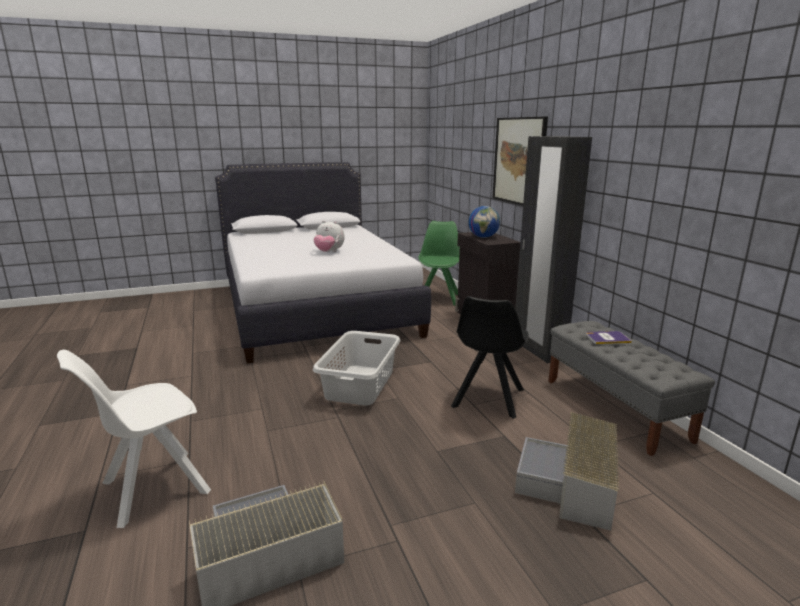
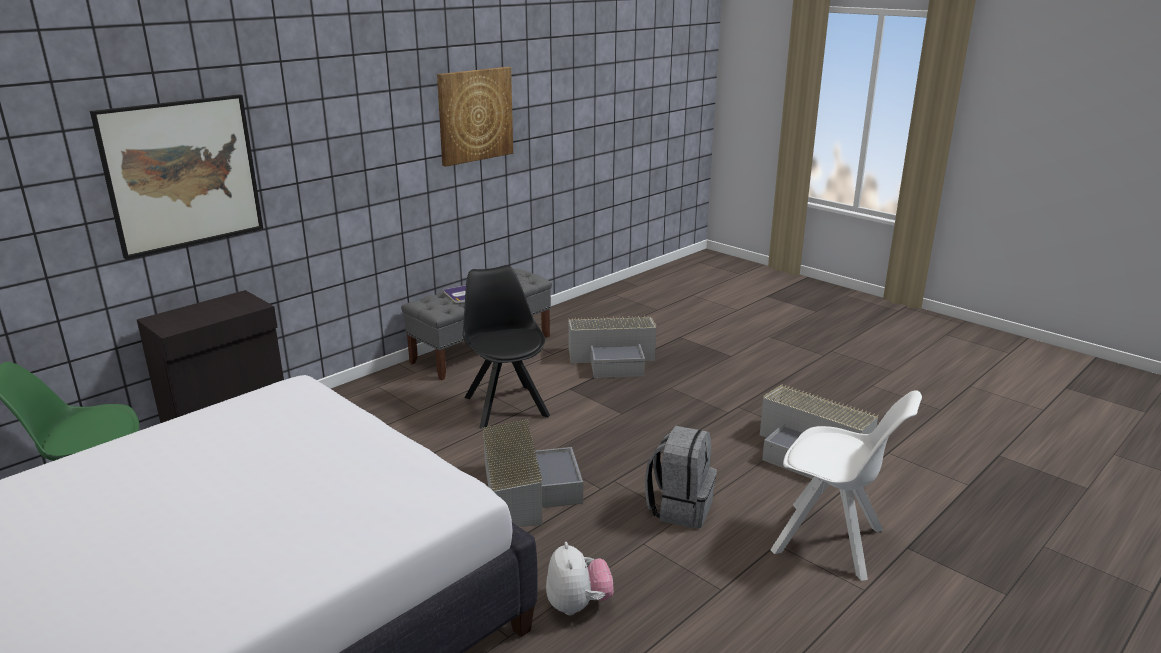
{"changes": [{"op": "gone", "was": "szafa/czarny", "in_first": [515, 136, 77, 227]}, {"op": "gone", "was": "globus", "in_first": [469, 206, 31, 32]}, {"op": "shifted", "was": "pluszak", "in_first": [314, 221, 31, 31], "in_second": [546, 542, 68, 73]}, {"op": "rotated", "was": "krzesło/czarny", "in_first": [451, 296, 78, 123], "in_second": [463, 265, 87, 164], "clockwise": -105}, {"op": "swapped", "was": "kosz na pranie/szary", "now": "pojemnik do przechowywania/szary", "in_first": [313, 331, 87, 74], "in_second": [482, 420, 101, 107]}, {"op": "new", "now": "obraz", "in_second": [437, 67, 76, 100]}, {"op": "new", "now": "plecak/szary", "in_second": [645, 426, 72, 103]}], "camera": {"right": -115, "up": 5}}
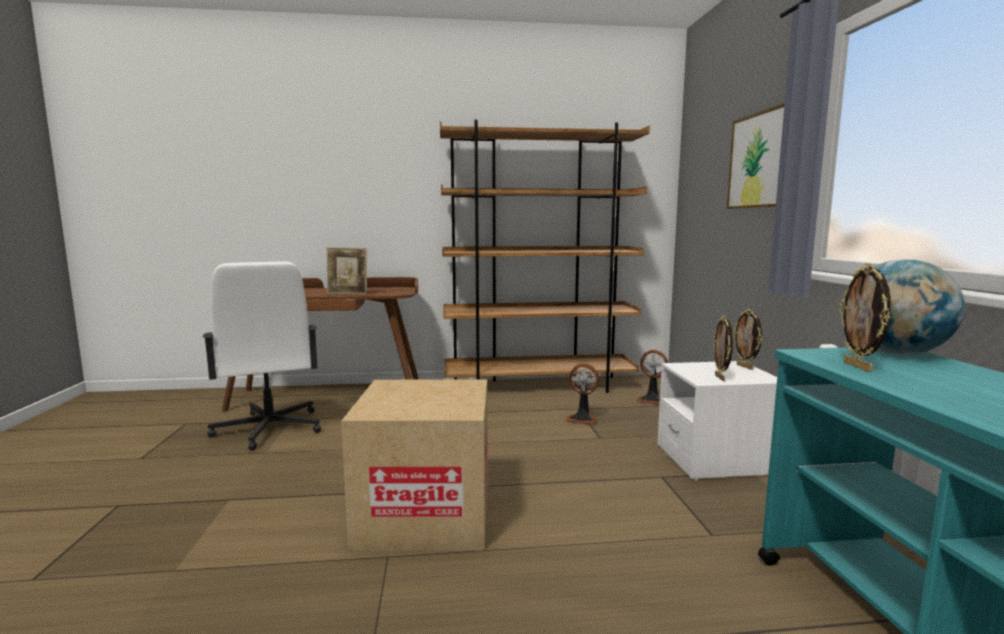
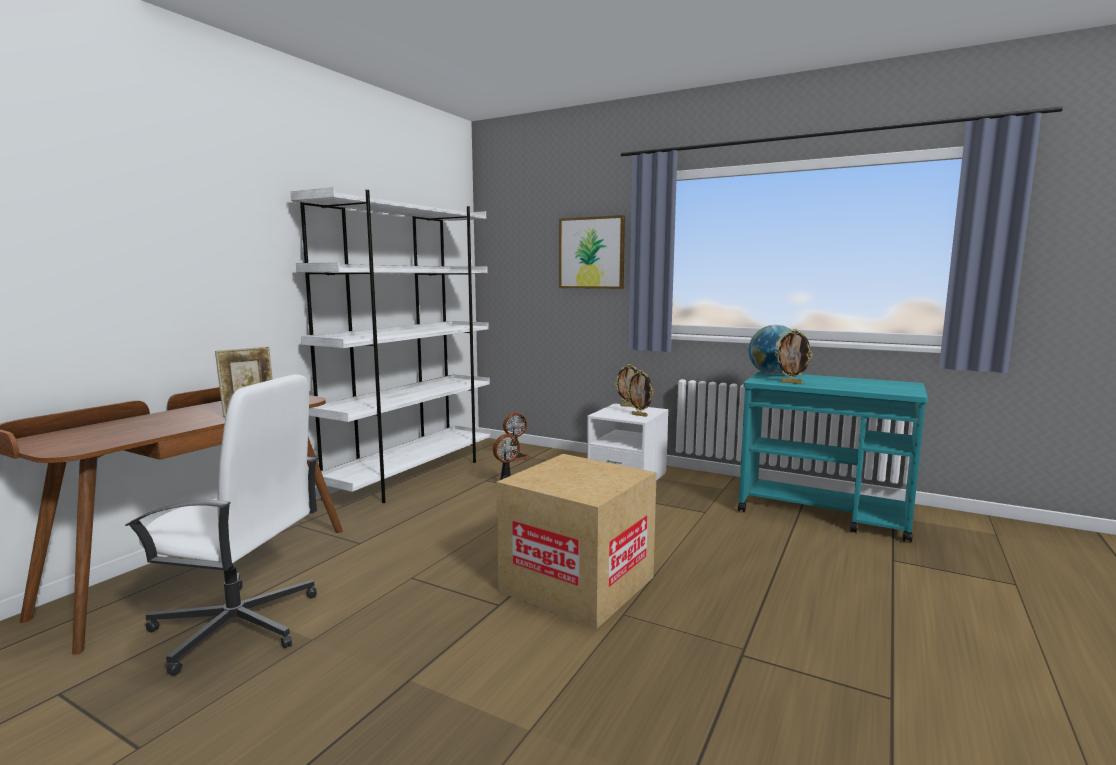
{"changes": [{"op": "repainted", "was": "regał/brązowy", "now": "regał/biały", "in_first": [440, 120, 210, 273], "in_second": [290, 187, 201, 316]}], "camera": {"right": -55, "up": 0}}
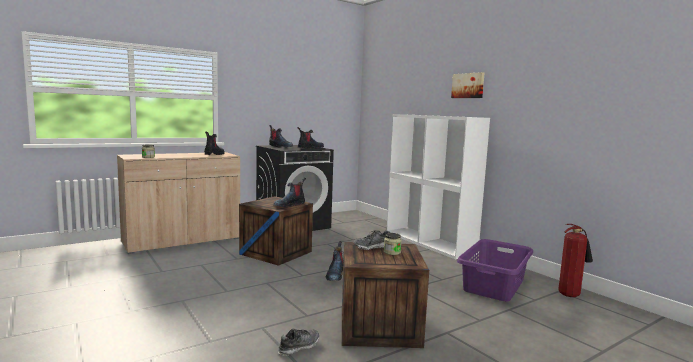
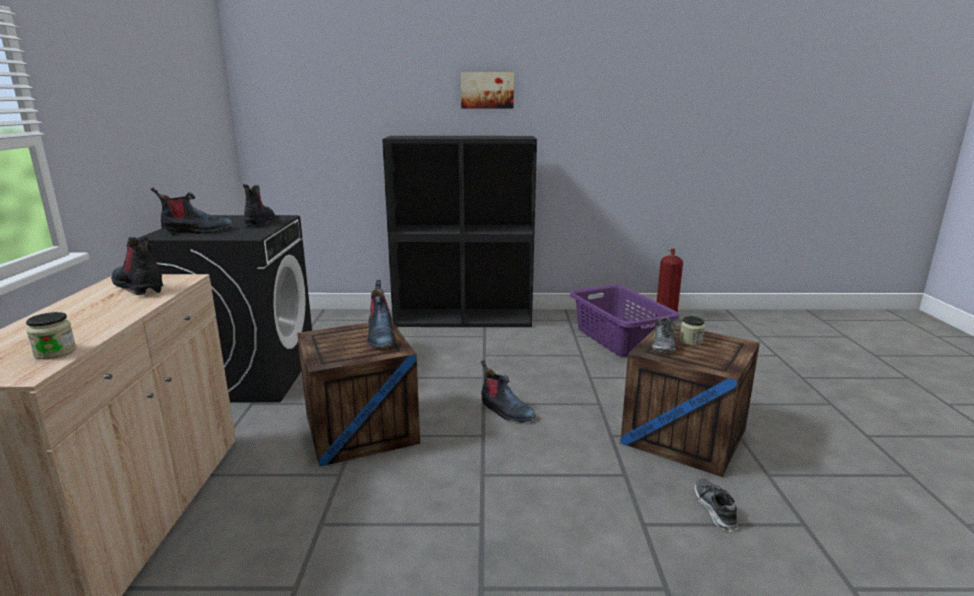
{"changes": [{"op": "repainted", "was": "regał/biały", "now": "regał/czarny", "in_first": [387, 114, 103, 146], "in_second": [382, 136, 155, 191]}], "camera": {"right": -55, "up": 10}}
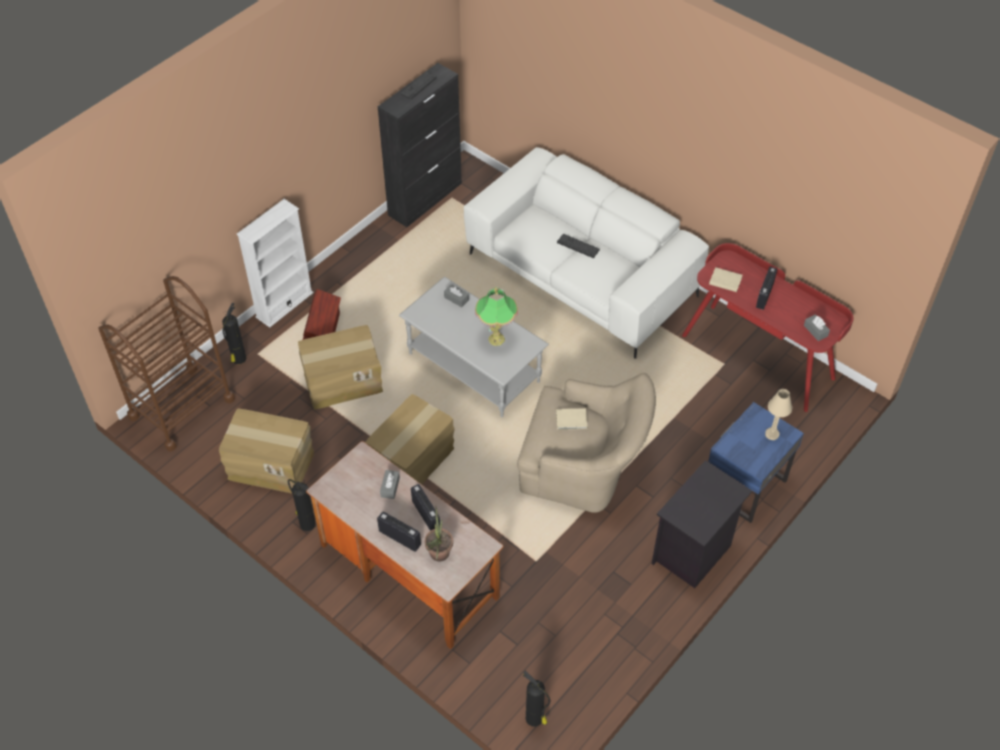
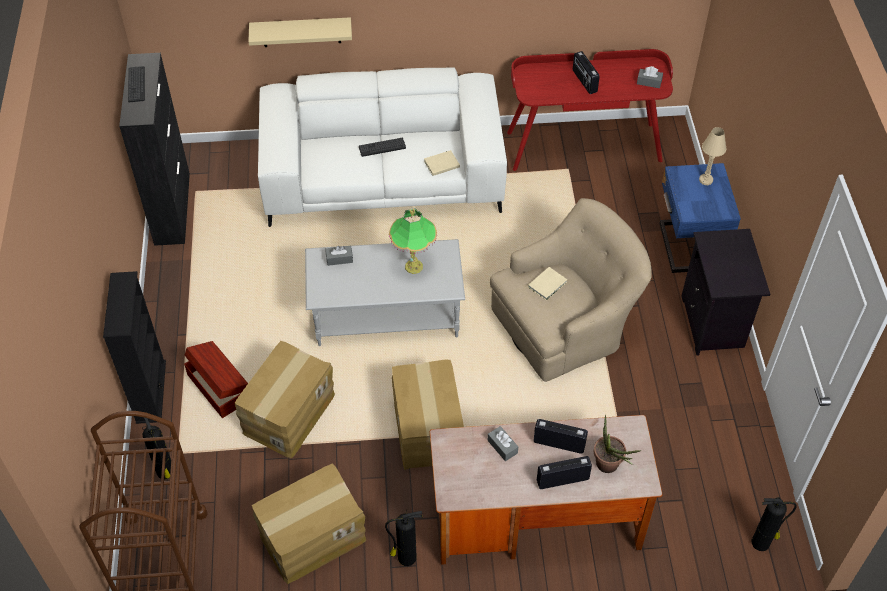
{"changes": [{"op": "repainted", "was": "regał/biały", "now": "regał/czarny", "in_first": [237, 199, 76, 129], "in_second": [103, 271, 63, 153]}, {"op": "shifted", "was": "książka/beżowy", "in_first": [709, 267, 34, 25], "in_second": [424, 150, 36, 26]}, {"op": "new", "now": "półka/beżowy", "in_second": [248, 17, 104, 30]}], "camera": {"right": -45, "up": 0}}
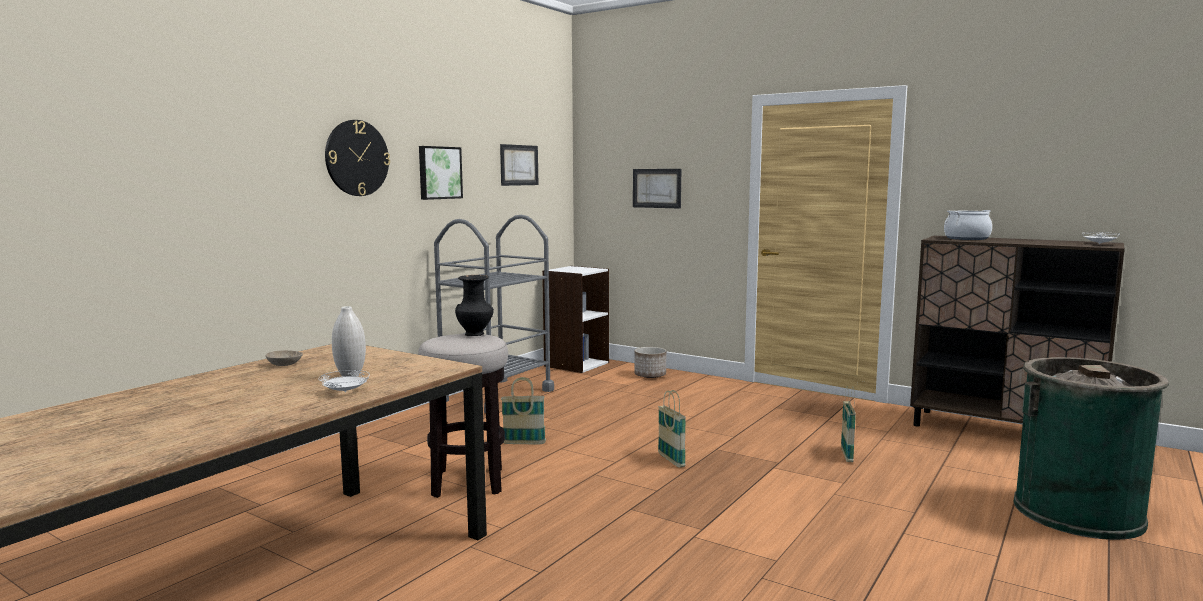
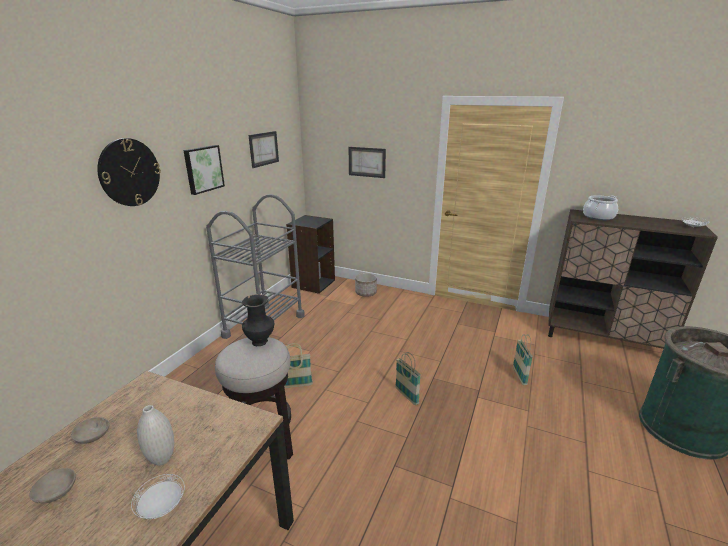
{"changes": [{"op": "repainted", "was": "regał/biały", "now": "regał/czarny", "in_first": [542, 266, 67, 107], "in_second": [286, 215, 49, 79]}, {"op": "new", "now": "miska/beżowy", "in_second": [29, 468, 47, 35]}], "camera": {"right": -10, "up": 15}}
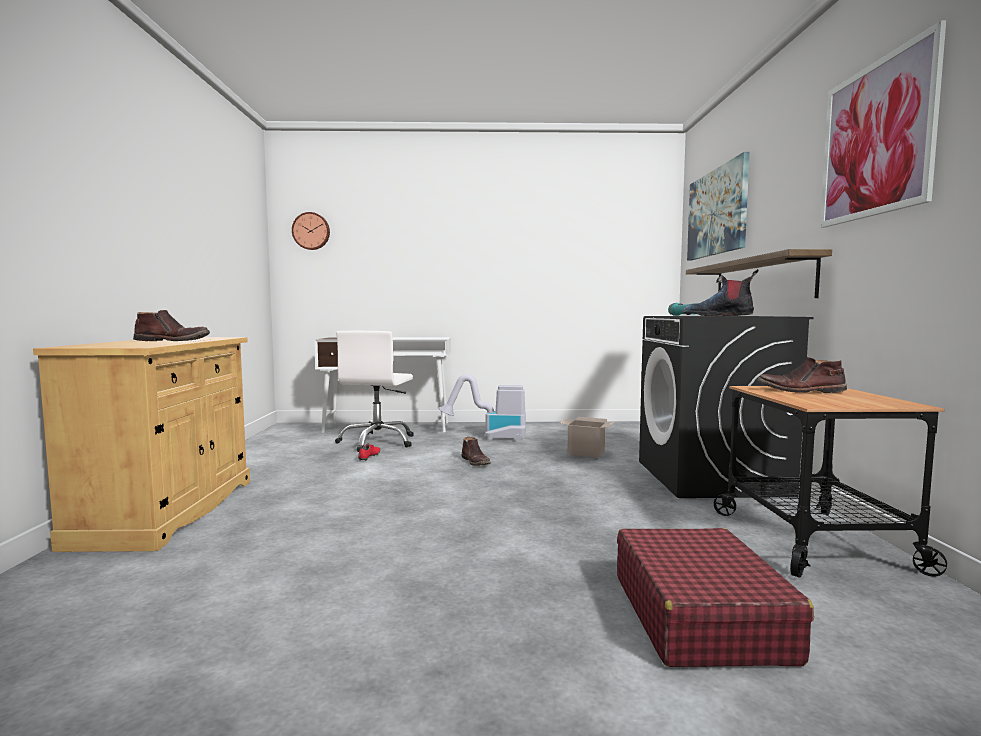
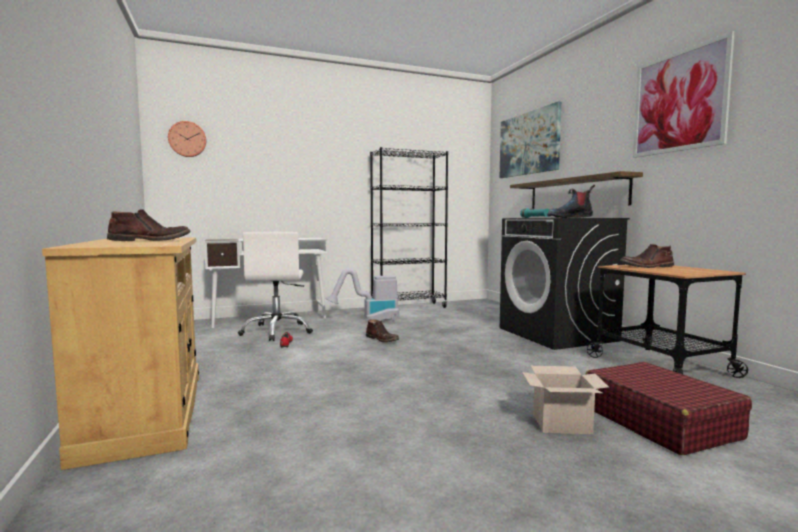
{"changes": [{"op": "shifted", "was": "karton", "in_first": [560, 417, 54, 41], "in_second": [522, 366, 87, 68]}, {"op": "new", "now": "regał/czarny", "in_second": [370, 147, 78, 161]}], "camera": {"right": -20, "up": 0}}
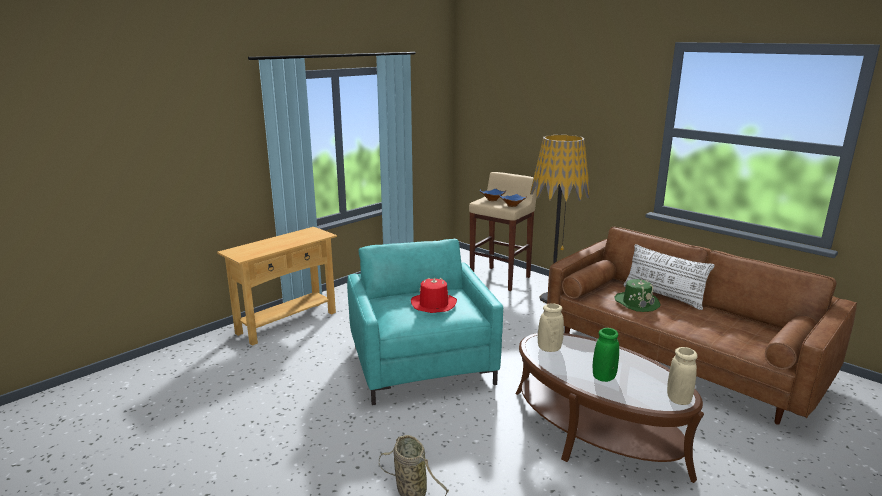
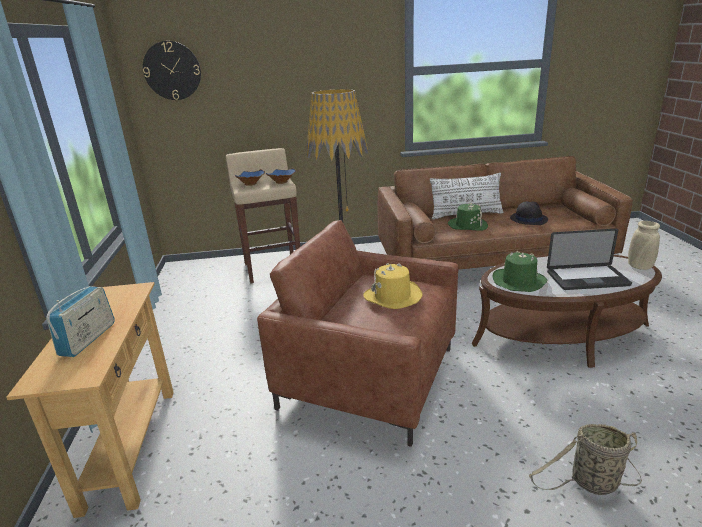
{"changes": [{"op": "repainted", "was": "fotel/turkusowy", "now": "fotel/brązowy", "in_first": [347, 239, 156, 166], "in_second": [257, 220, 201, 227]}, {"op": "repainted", "was": "kapelusz/czerwony", "now": "kapelusz/żółty", "in_first": [411, 278, 46, 35], "in_second": [363, 263, 60, 46]}, {"op": "swapped", "was": "wazon/beżowy", "now": "kapelusz/zielony", "in_first": [538, 303, 26, 49], "in_second": [493, 251, 55, 41]}, {"op": "swapped", "was": "wazon/zielony", "now": "laptop", "in_first": [593, 328, 26, 54], "in_second": [547, 229, 85, 61]}, {"op": "new", "now": "zegar ścienny", "in_second": [143, 41, 58, 59]}, {"op": "new", "now": "kapelusz/czarny", "in_second": [510, 201, 38, 24]}, {"op": "new", "now": "radio", "in_second": [46, 286, 68, 71]}], "camera": {"right": -50, "up": 5}}
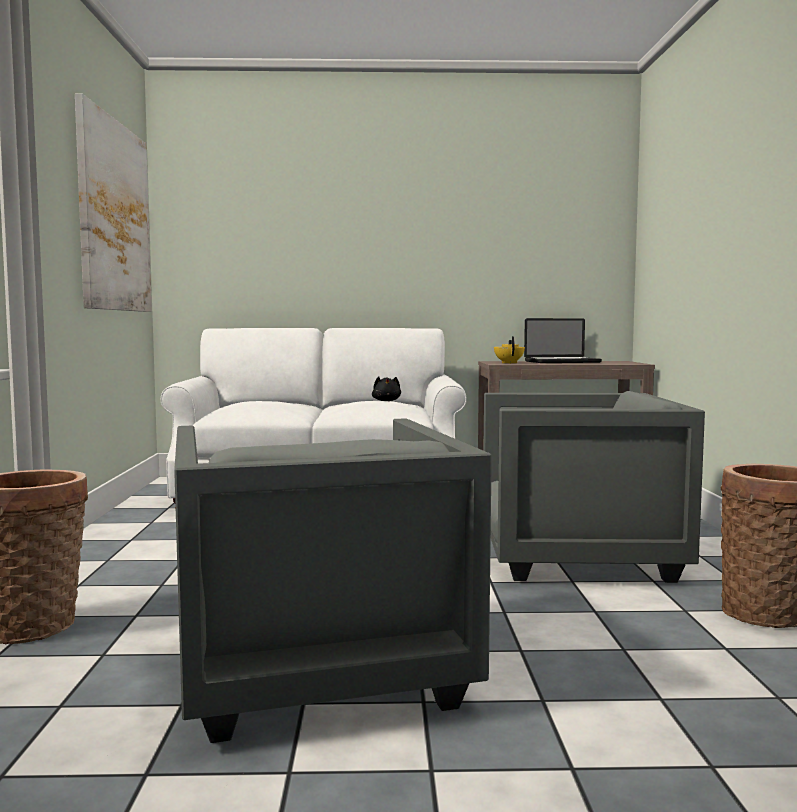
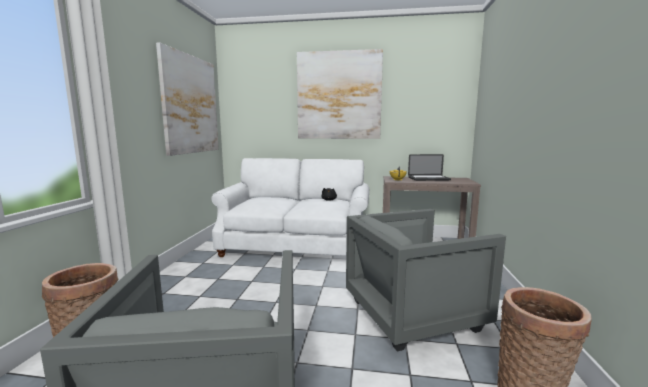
{"changes": [{"op": "rotated", "was": "fotel/szary", "in_first": [483, 391, 222, 192], "in_second": [346, 209, 160, 142], "clockwise": 150}, {"op": "new", "now": "obraz", "in_second": [297, 49, 86, 90]}], "camera": {"right": 10, "up": 5}}
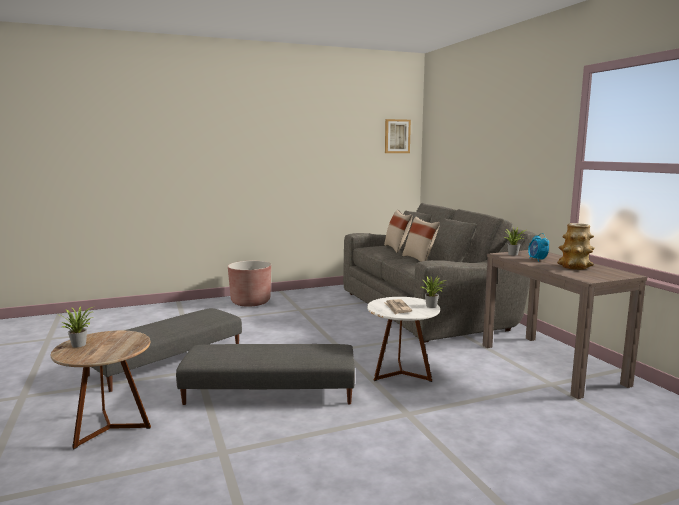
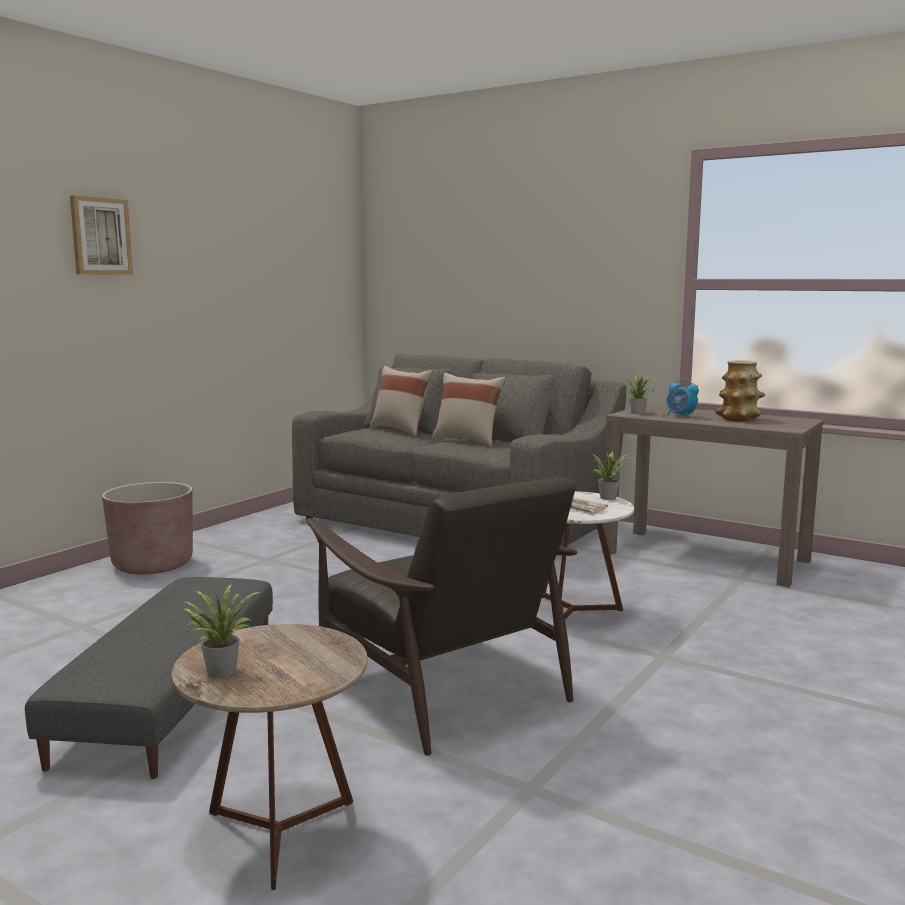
{"changes": [{"op": "shifted", "was": "obraz", "in_first": [385, 119, 26, 34], "in_second": [70, 195, 63, 79]}, {"op": "swapped", "was": "pufa/szary", "now": "fotel/brązowy", "in_first": [176, 344, 179, 61], "in_second": [307, 477, 270, 279]}], "camera": {"right": -35, "up": 0}}
